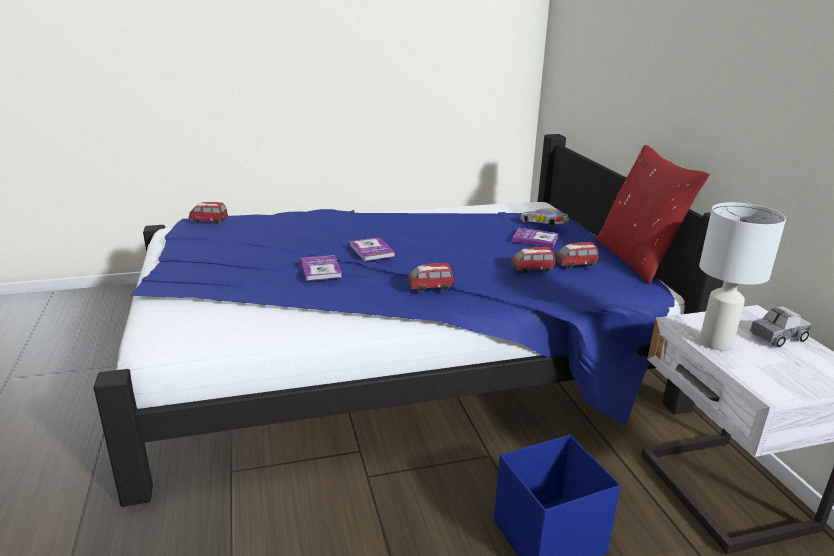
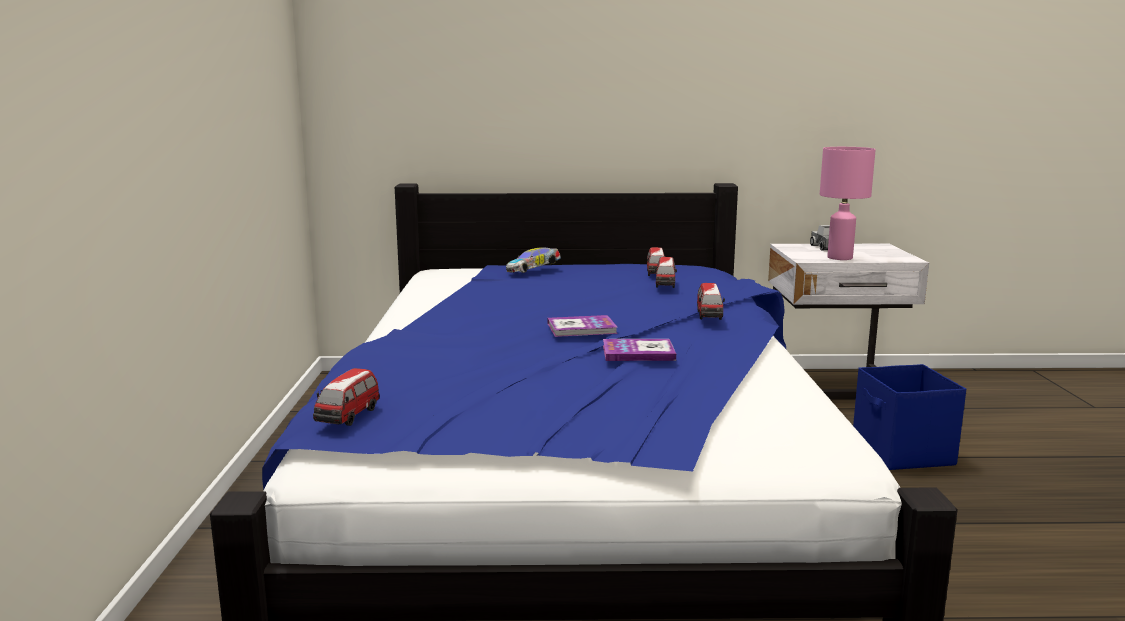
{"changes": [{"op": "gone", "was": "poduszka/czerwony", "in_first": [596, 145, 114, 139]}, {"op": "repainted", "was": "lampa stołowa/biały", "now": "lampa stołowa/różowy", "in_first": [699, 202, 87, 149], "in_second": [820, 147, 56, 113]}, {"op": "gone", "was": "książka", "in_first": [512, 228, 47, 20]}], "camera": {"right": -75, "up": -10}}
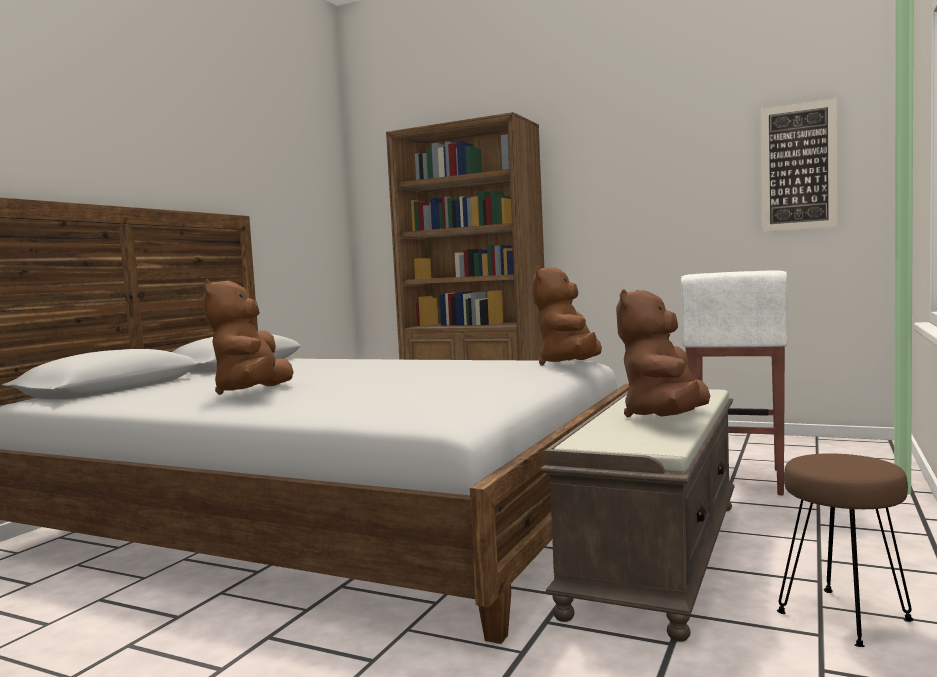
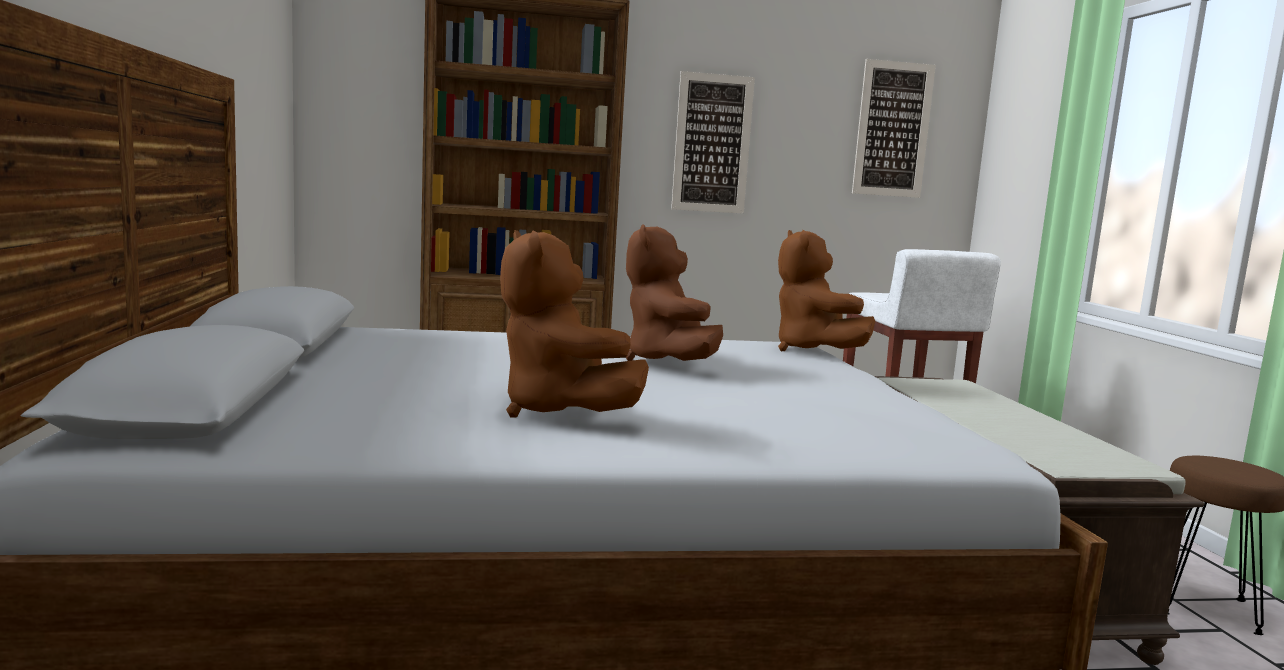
{"changes": [{"op": "shifted", "was": "pluszak/brązowy", "in_first": [616, 289, 94, 129], "in_second": [626, 225, 97, 136]}, {"op": "new", "now": "obraz", "in_second": [671, 71, 84, 143]}], "camera": {"right": -35, "up": 5}}
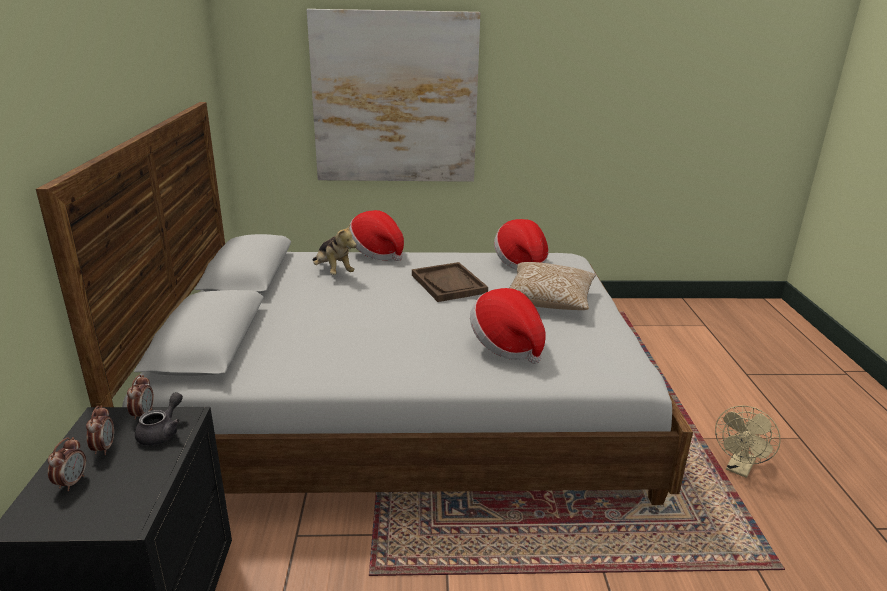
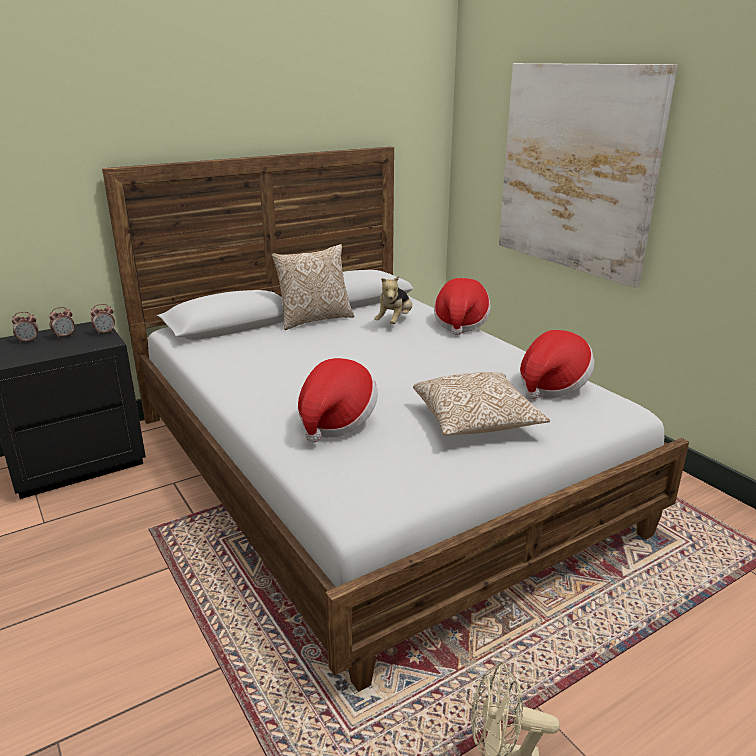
{"changes": [{"op": "gone", "was": "taca/brązowy", "in_first": [412, 262, 76, 40]}, {"op": "gone", "was": "imbryk/szary", "in_first": [135, 392, 48, 54]}, {"op": "new", "now": "poduszka", "in_second": [272, 244, 83, 86]}], "camera": {"right": 60, "up": 0}}
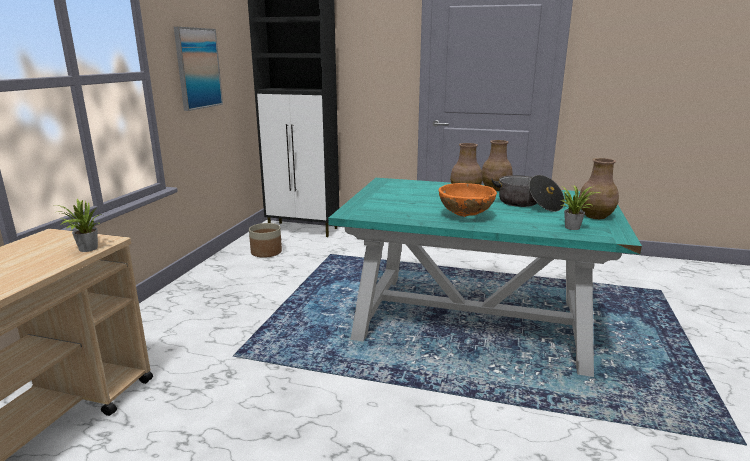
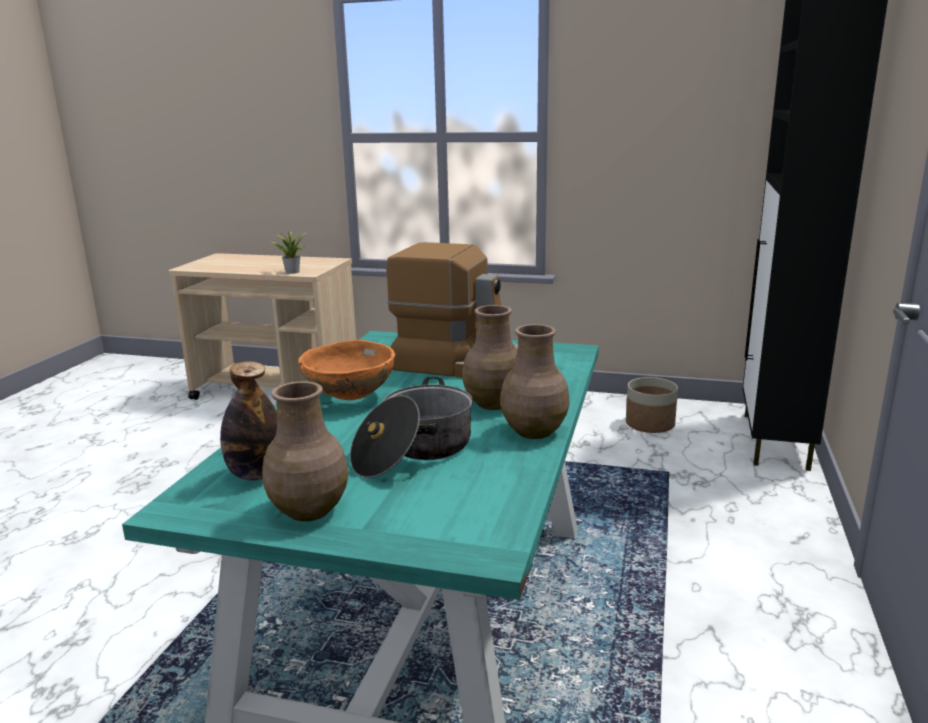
{"changes": [{"op": "gone", "was": "obraz", "in_first": [174, 27, 49, 84]}, {"op": "swapped", "was": "roślina doniczkowa", "now": "butelka", "in_first": [561, 185, 41, 45], "in_second": [220, 361, 57, 120]}, {"op": "new", "now": "ekspres do kawy", "in_second": [386, 242, 132, 136]}], "camera": {"right": 90, "up": 0}}
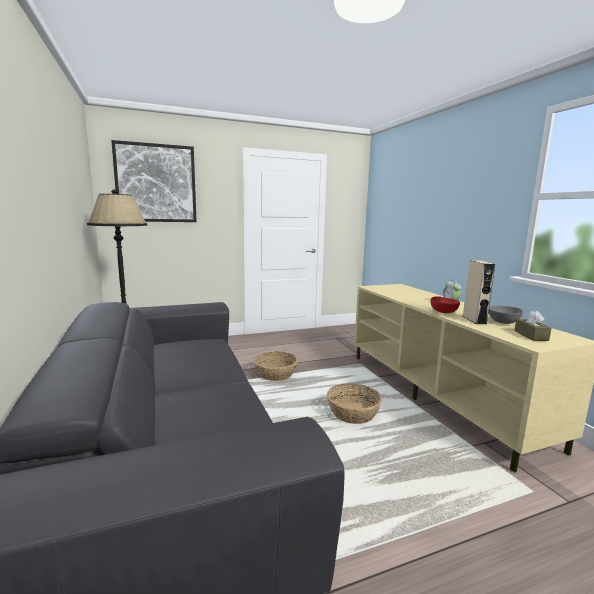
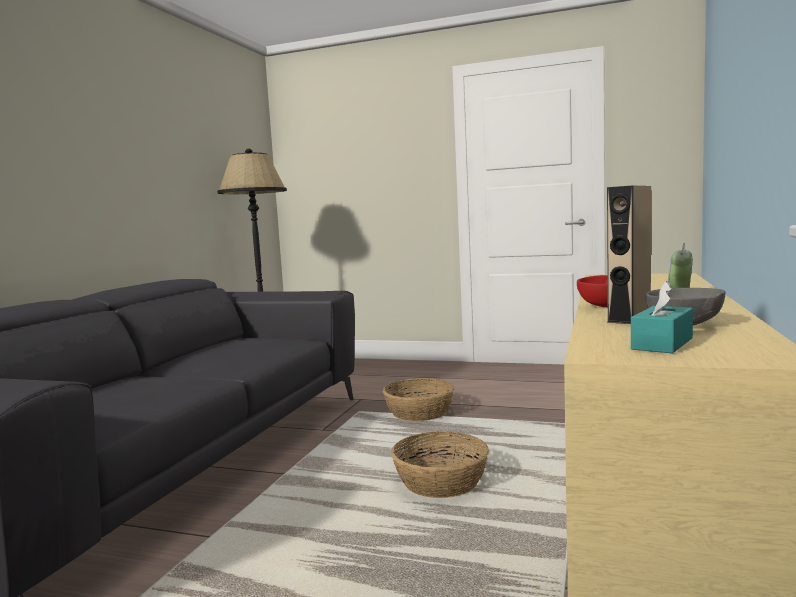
{"changes": [{"op": "gone", "was": "obraz", "in_first": [111, 140, 86, 82]}, {"op": "repainted", "was": "pudełko chusteczek/brązowy", "now": "pudełko chusteczek/turkusowy", "in_first": [514, 310, 37, 31], "in_second": [631, 281, 62, 72]}], "camera": {"right": 40, "up": -5}}
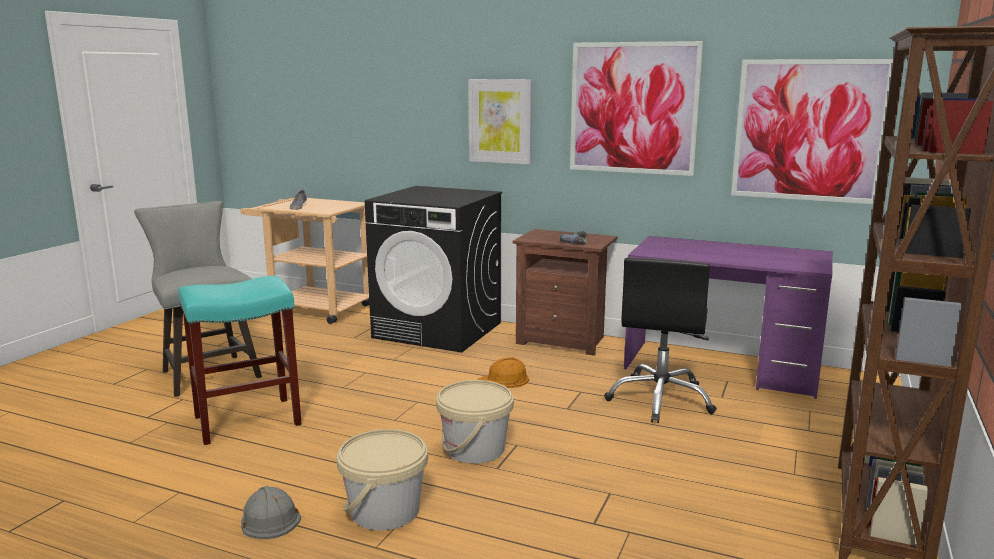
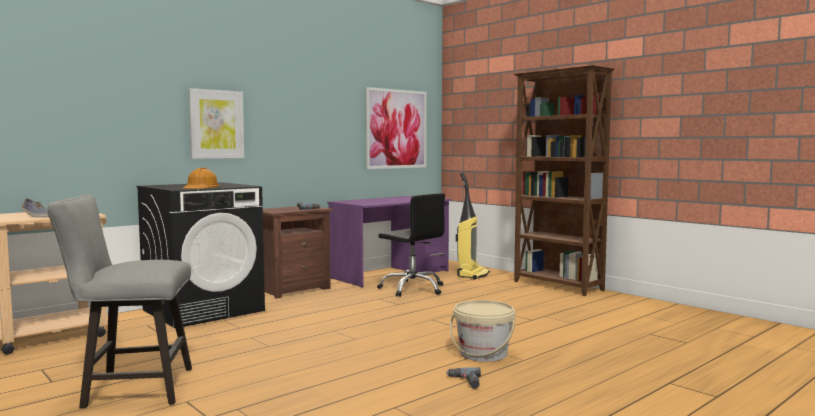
{"changes": [{"op": "gone", "was": "obraz", "in_first": [570, 41, 133, 135]}, {"op": "gone", "was": "stołek/turkusowy", "in_first": [178, 276, 124, 169]}, {"op": "shifted", "was": "kask/pomarańczowy", "in_first": [477, 357, 52, 31], "in_second": [183, 168, 37, 21]}, {"op": "gone", "was": "wiadro/beżowy", "in_first": [436, 380, 78, 84]}, {"op": "swapped", "was": "kask/szary", "now": "wiertarka", "in_first": [241, 486, 60, 53], "in_second": [446, 367, 35, 22]}, {"op": "new", "now": "odkurzacz", "in_second": [456, 172, 34, 107]}], "camera": {"right": -65, "up": -10}}
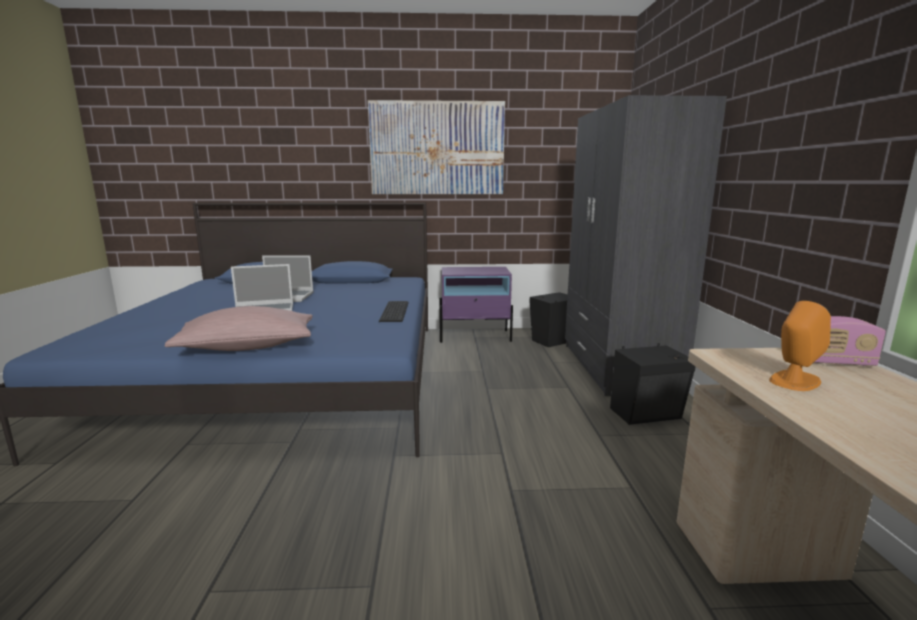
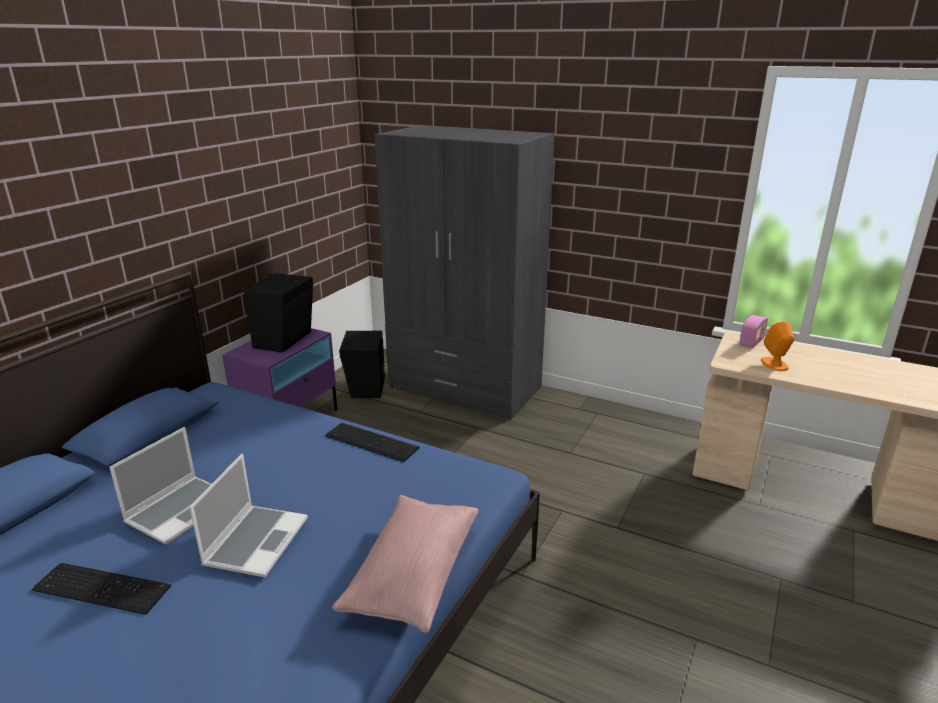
{"changes": [{"op": "gone", "was": "obraz", "in_first": [368, 100, 137, 94]}, {"op": "shifted", "was": "głośnik/czarny", "in_first": [610, 343, 85, 82], "in_second": [244, 273, 69, 80]}, {"op": "new", "now": "klawiatura", "in_second": [32, 563, 140, 52]}], "camera": {"right": -60, "up": 10}}
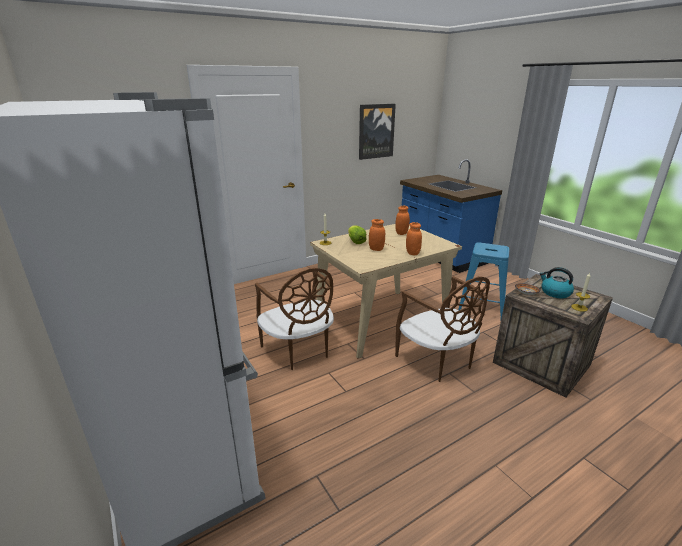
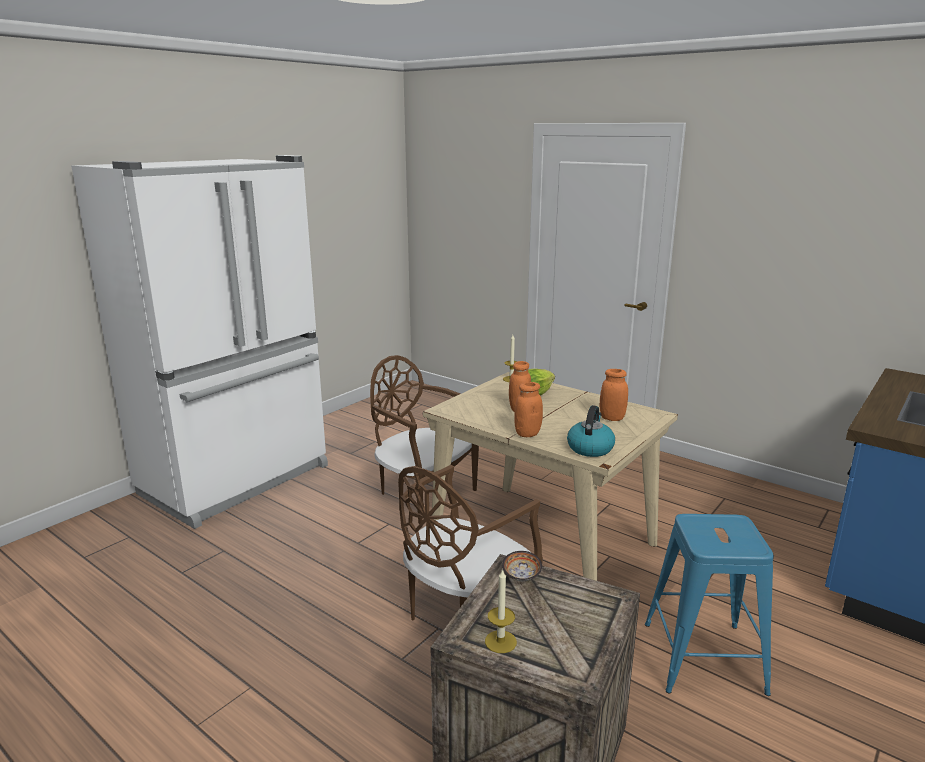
{"changes": [{"op": "gone", "was": "obraz", "in_first": [359, 104, 37, 56]}, {"op": "shifted", "was": "czajnik", "in_first": [540, 267, 34, 31], "in_second": [567, 405, 48, 52]}, {"op": "rotated", "was": "krzesło/brązowy", "in_first": [255, 268, 79, 102], "in_second": [370, 355, 109, 169], "clockwise": 90}], "camera": {"right": 70, "up": -5}}
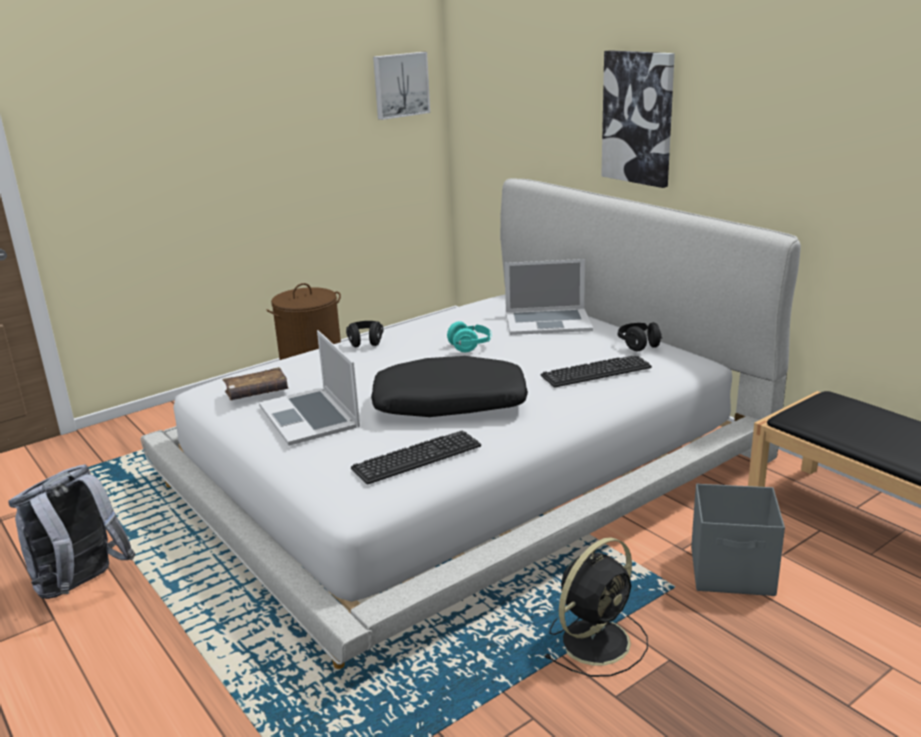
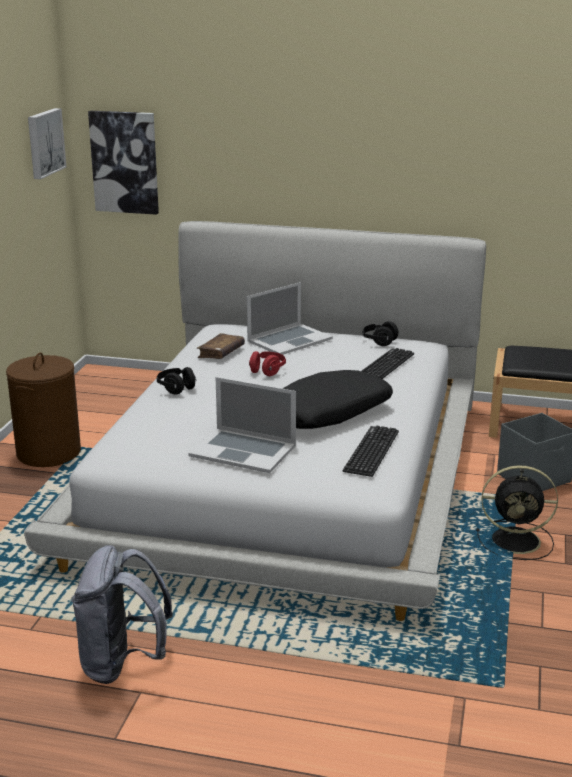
{"changes": [{"op": "shifted", "was": "obraz", "in_first": [601, 50, 74, 138], "in_second": [88, 111, 71, 104]}, {"op": "repainted", "was": "słuchawki/turkusowy", "now": "słuchawki/czerwony", "in_first": [447, 321, 45, 31], "in_second": [249, 351, 37, 25]}, {"op": "shifted", "was": "książka/brązowy", "in_first": [223, 367, 65, 33], "in_second": [197, 333, 48, 26]}, {"op": "rotated", "was": "wentylator/czarny", "in_first": [545, 537, 103, 140], "in_second": [476, 465, 82, 95], "clockwise": 90}], "camera": {"right": -40, "up": 0}}
